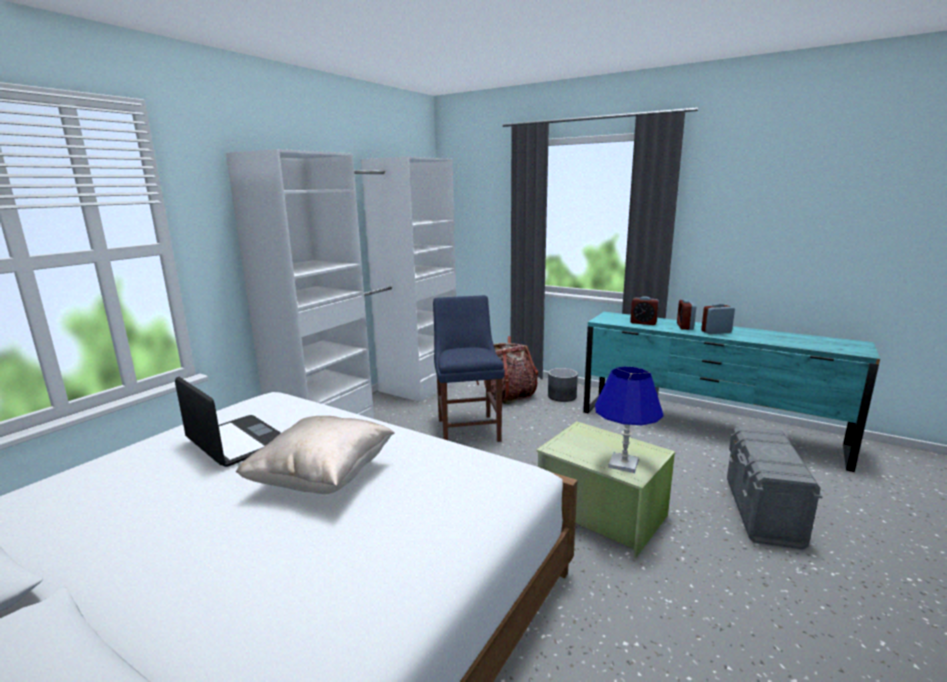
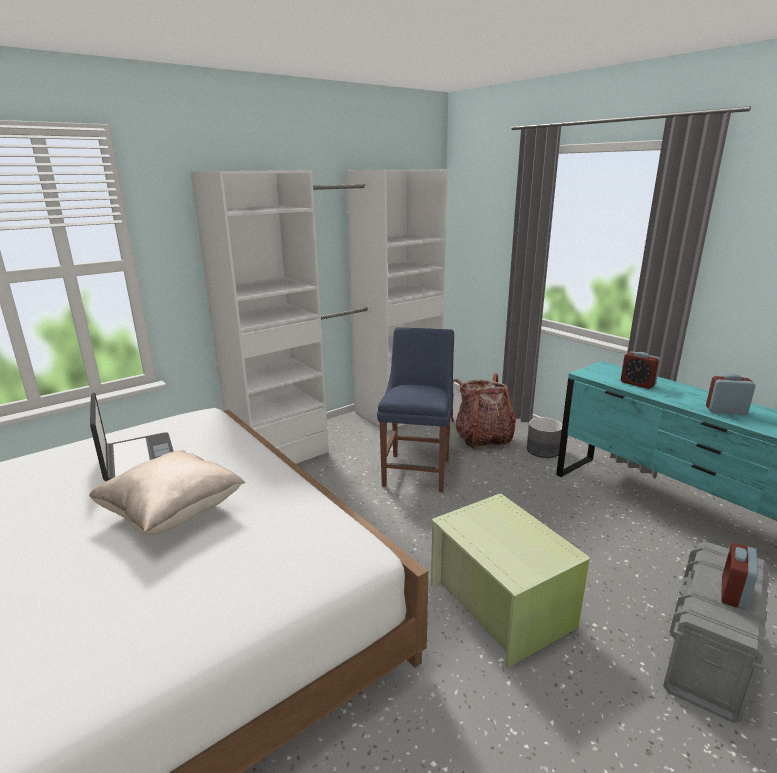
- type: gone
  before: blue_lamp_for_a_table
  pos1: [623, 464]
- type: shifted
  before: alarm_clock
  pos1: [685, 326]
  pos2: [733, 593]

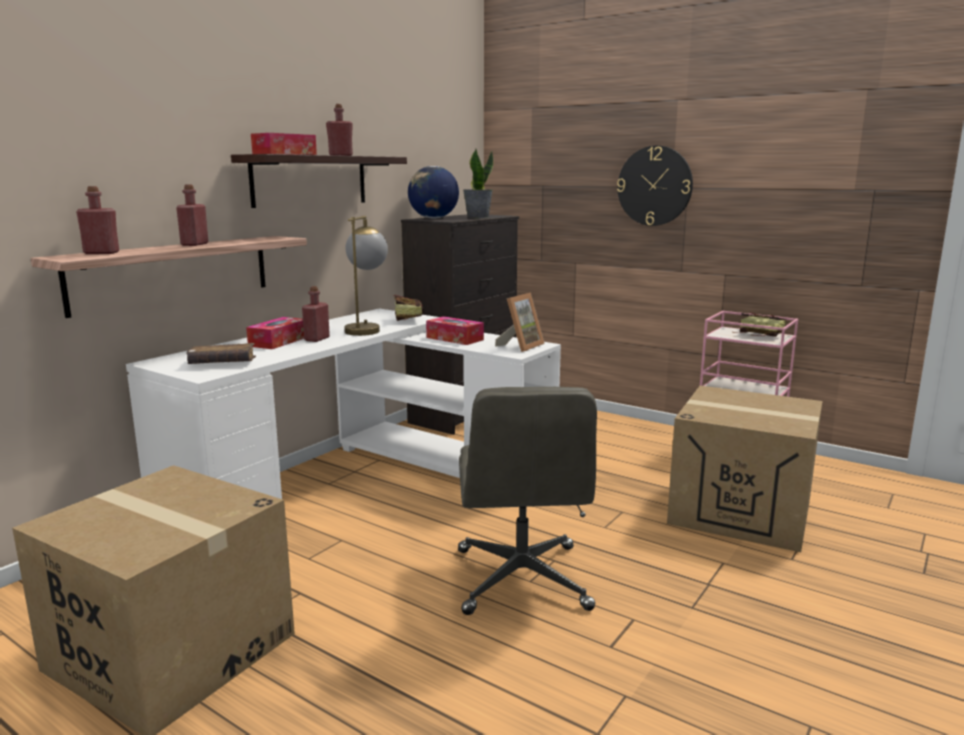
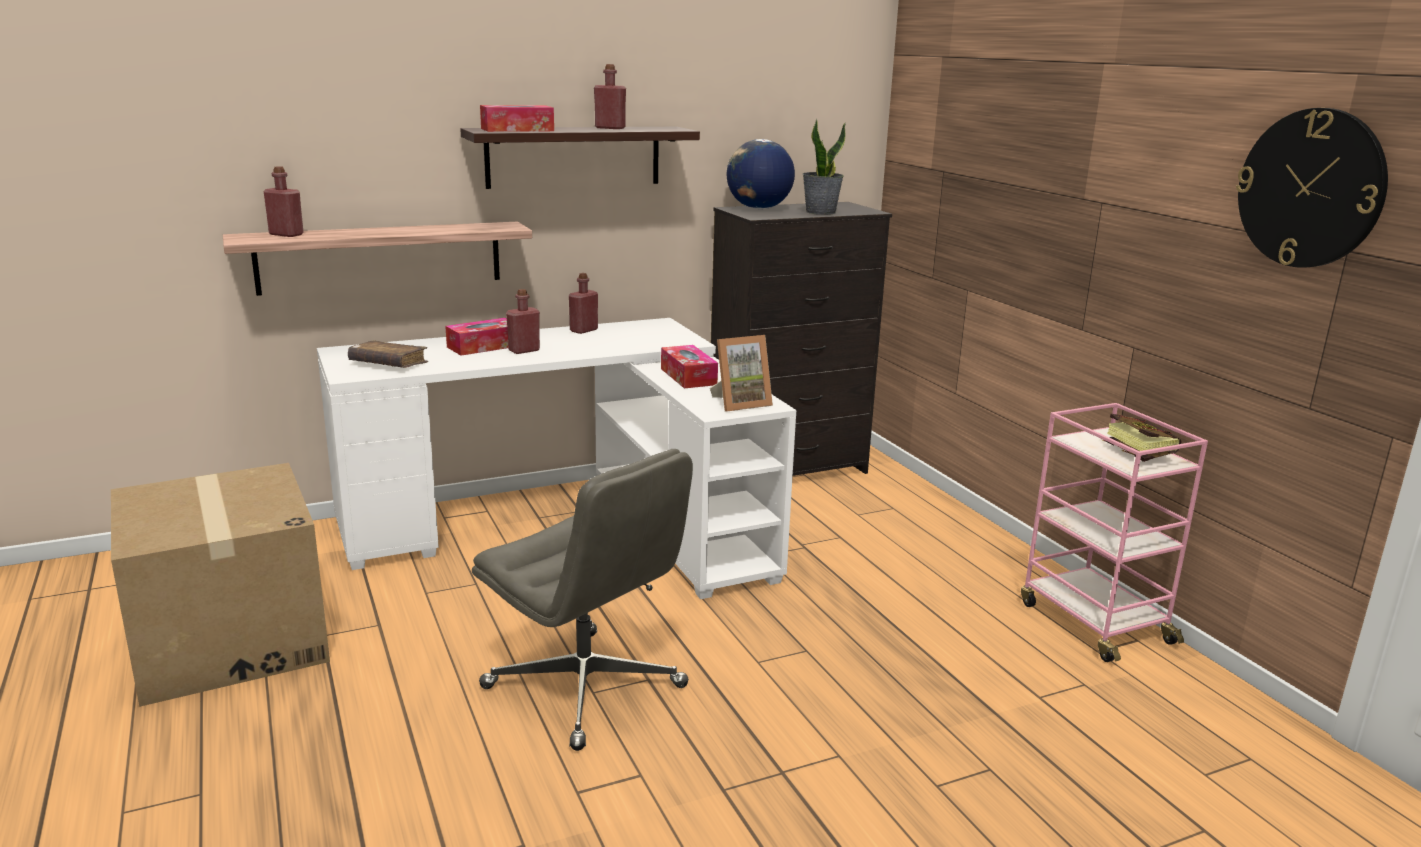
- type: shifted
  before: red-coloured_drink_bottle
  pos1: [194, 244]
  pos2: [583, 330]
- type: gone
  before: lamp_for_a_table
  pos1: [366, 329]
- type: gone
  before: volume
  pos1: [408, 319]
- type: rotated
  before: gray_computer_chair
  pos1: [522, 580]
  pos2: [586, 688]
  turn: -75
- type: shifted
  before: wall_clock
  pos1: [654, 186]
  pos2: [1310, 188]
- type: gone
  before: cardboard_box
  pos1: [741, 511]

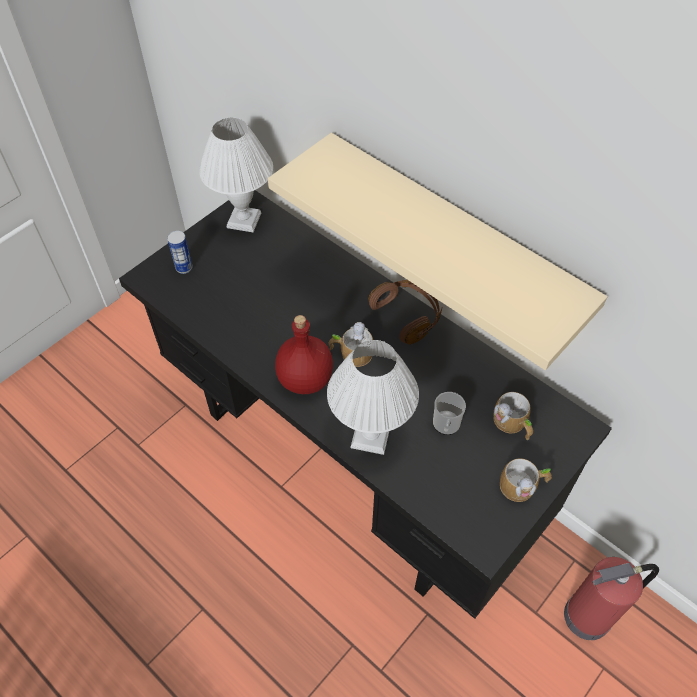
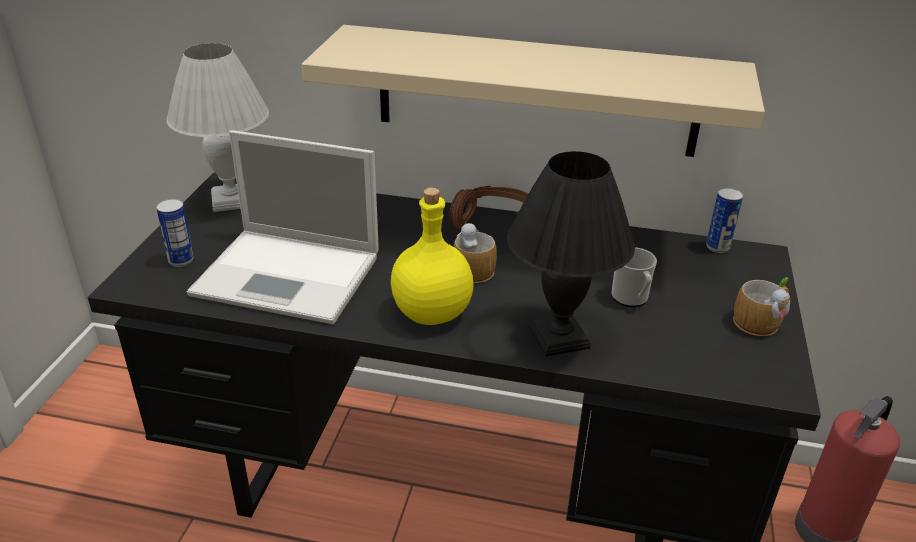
- type: repainted
  before: red-coloured_drink_bottle
  after: yellow_drink_bottle
  pos1: [304, 379]
  pos2: [430, 313]
- type: repainted
  before: white-coloured_lamp_for_a_table
  after: black-coloured_lamp_for_a_table
  pos1: [371, 437]
  pos2: [560, 338]
- type: gone
  before: tea_mug
  pos1: [512, 425]
- type: new
  after: notebook_computer
  pos2: [291, 275]
- type: new
  after: can
  pos2: [717, 247]

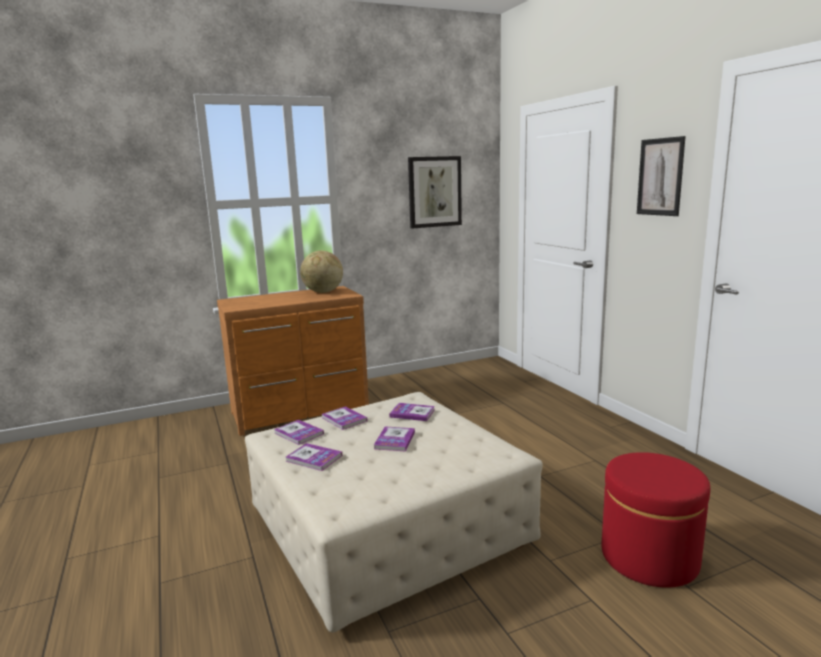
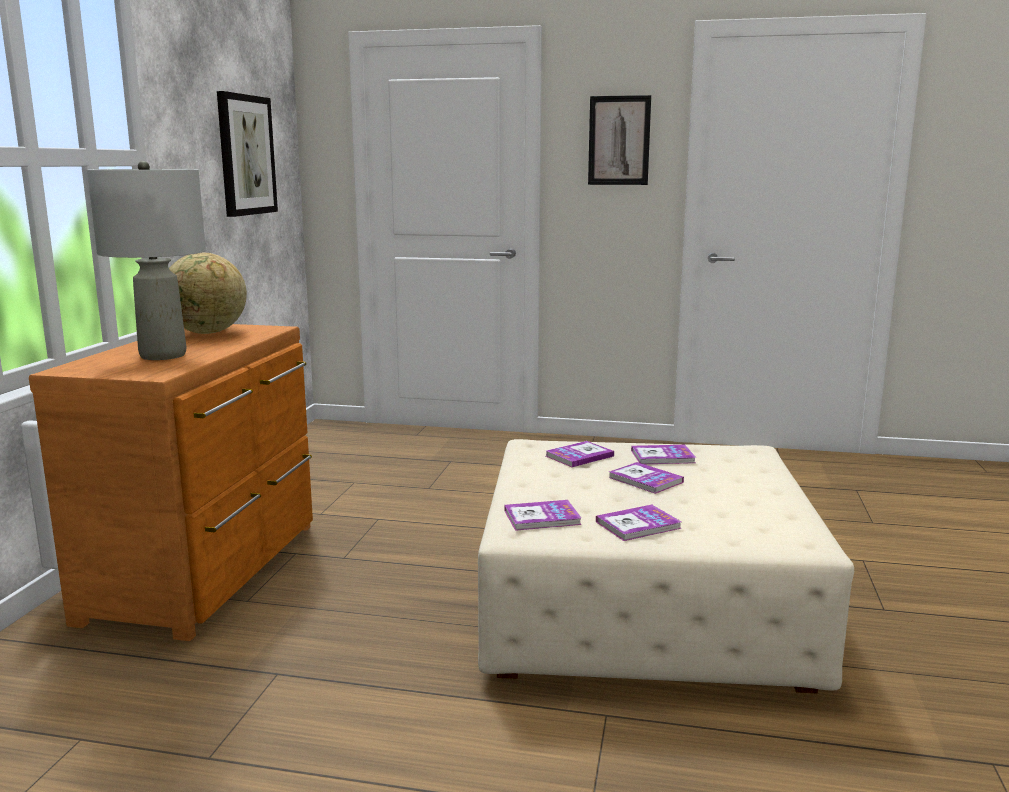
- type: shifted
  before: volume
  pos1: [344, 419]
  pos2: [662, 457]
- type: gone
  before: red-coloured_footrest
  pos1: [649, 557]
- type: new
  after: gray_lamp_for_a_table
  pos2: [162, 355]

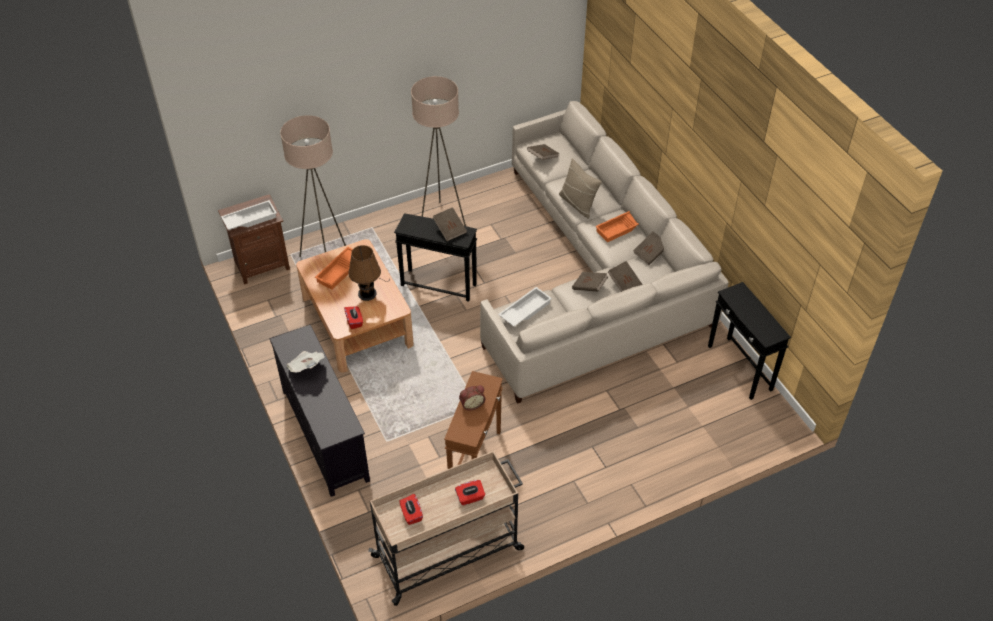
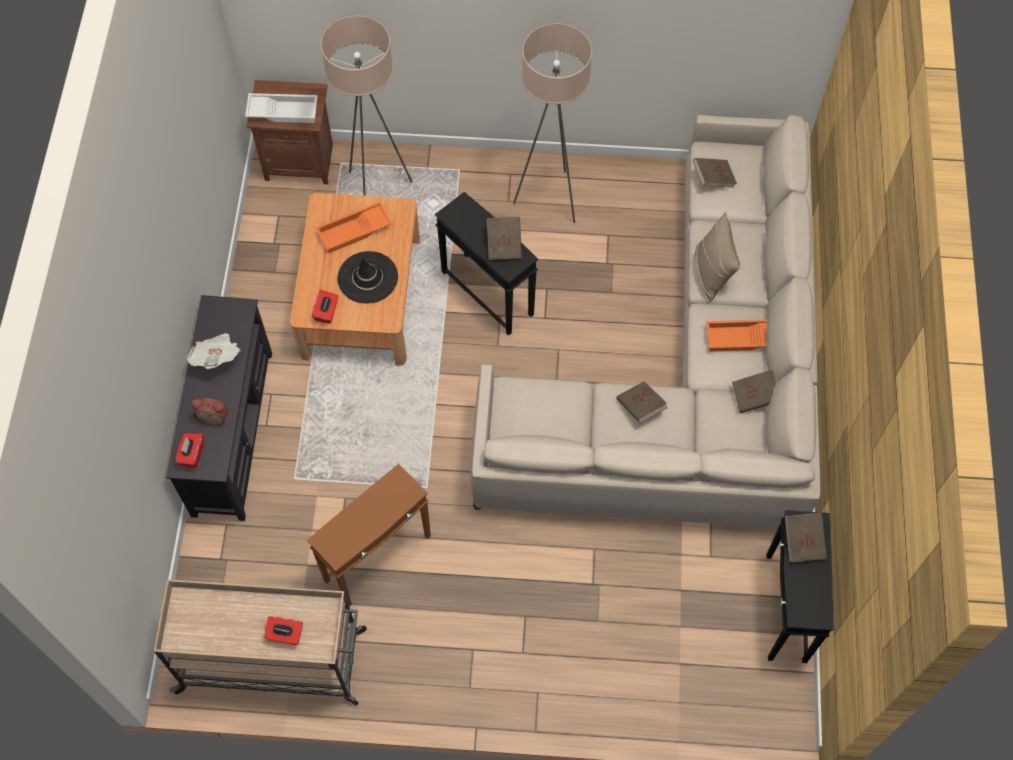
- type: swapped
  before: brown_lamp_for_a_table
  after: black-coloured_clothing_hat
  pos1: [368, 292]
  pos2: [368, 278]
- type: shifted
  before: red-coloured_box_of_tissues
  pos1: [411, 514]
  pos2: [191, 454]
- type: shifted
  before: alarm_clock
  pos1: [471, 404]
  pos2: [214, 416]
- type: gone
  before: white-coloured_serving_tray
  pos1: [524, 310]
- type: shifted
  before: brown_volume
  pos1: [624, 283]
  pos2: [803, 541]

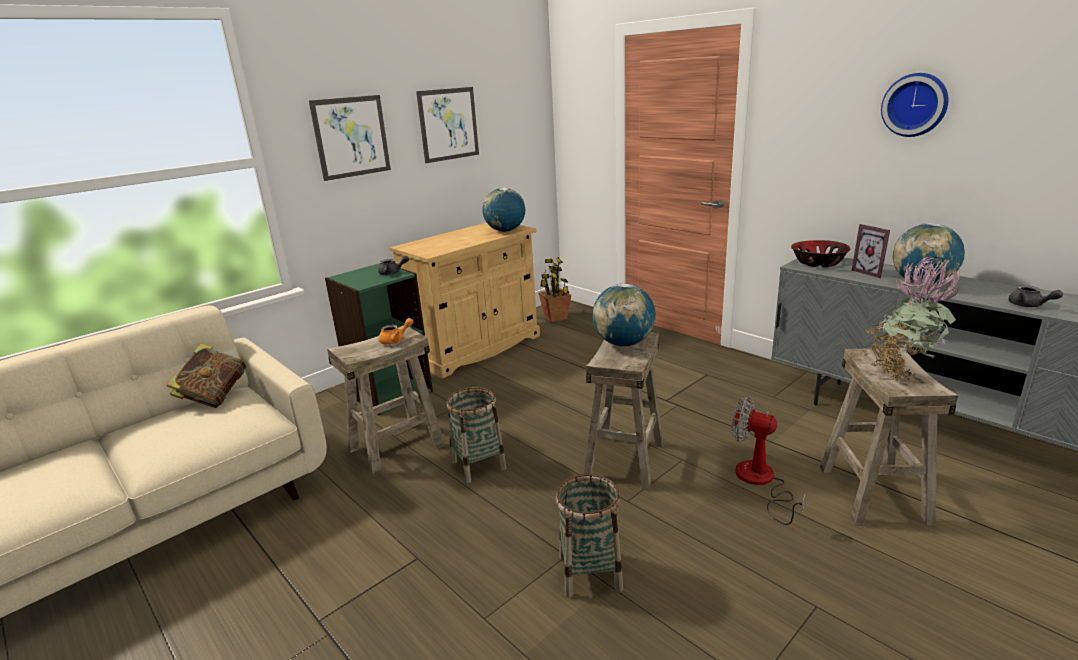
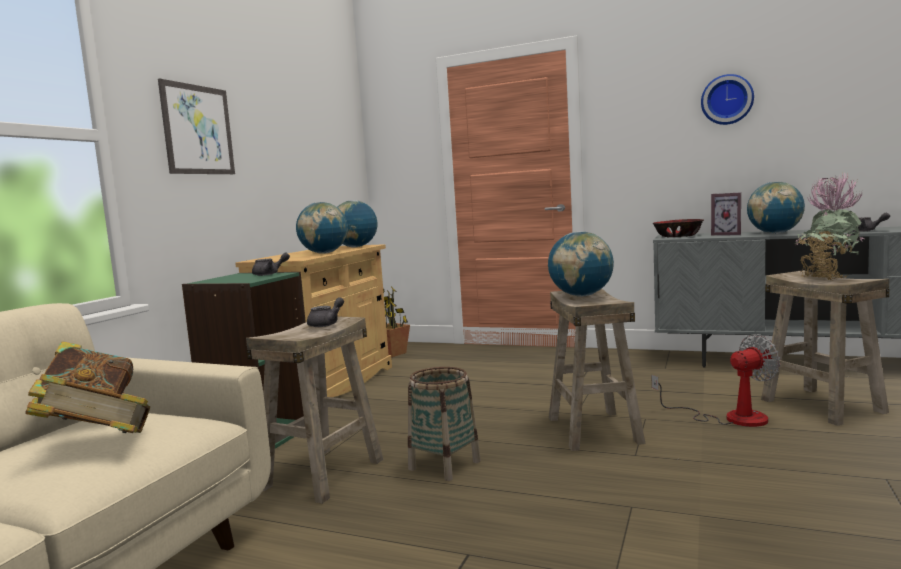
- type: repainted
  before: orange-coloured_teapot
  after: gray_teapot
  pos1: [396, 340]
  pos2: [327, 324]
- type: gone
  before: wall_picture
  pos1: [448, 124]
- type: gone
  before: basket
  pos1: [590, 573]
- type: rotated
  before: electric_fan
  pos1: [760, 482]
  pos2: [730, 418]
  turn: 150
- type: new
  after: volume
  pos2: [99, 447]
- type: new
  after: world_globe
  pos2: [324, 253]

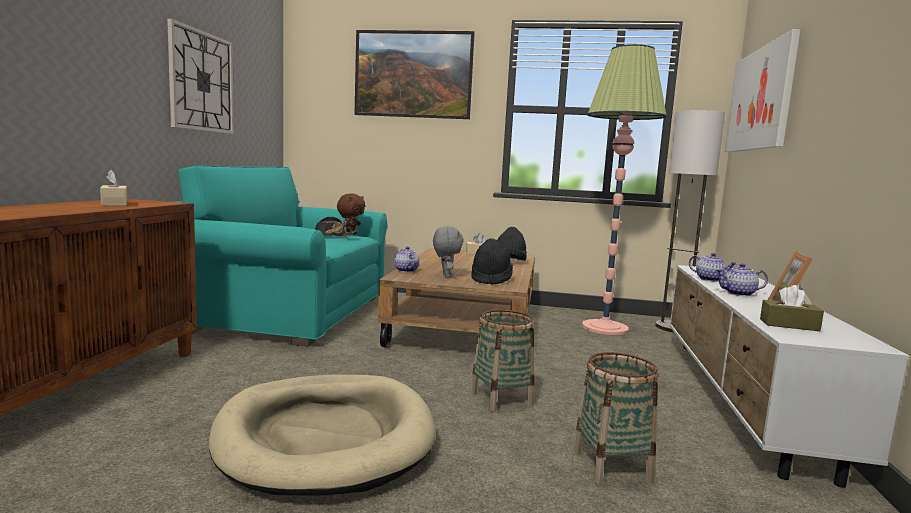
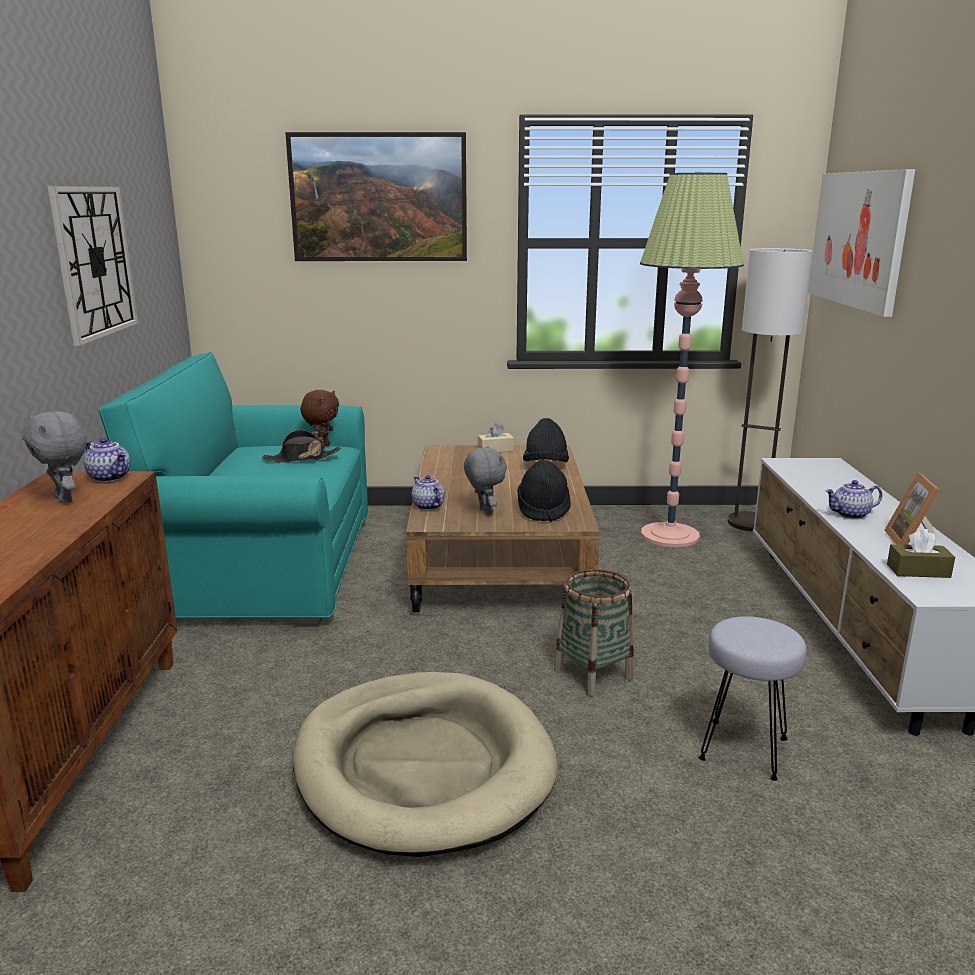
- type: swapped
  before: beige-coloured_box_of_tissues
  after: gray_plush_toy
  pos1: [114, 204]
  pos2: [66, 499]
- type: swapped
  before: basket
  after: gray_stool_seat
  pos1: [611, 466]
  pos2: [745, 750]
- type: shifted
  before: teapot
  pos1: [710, 279]
  pos2: [111, 477]

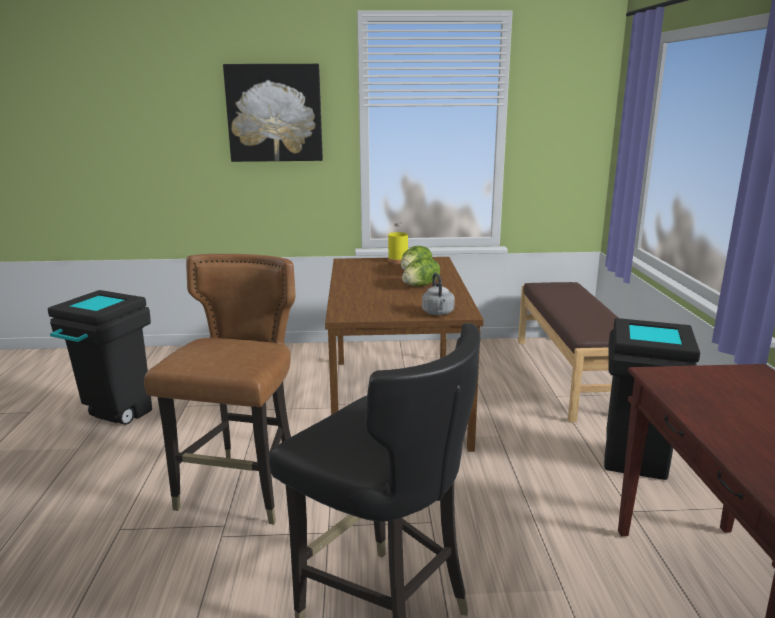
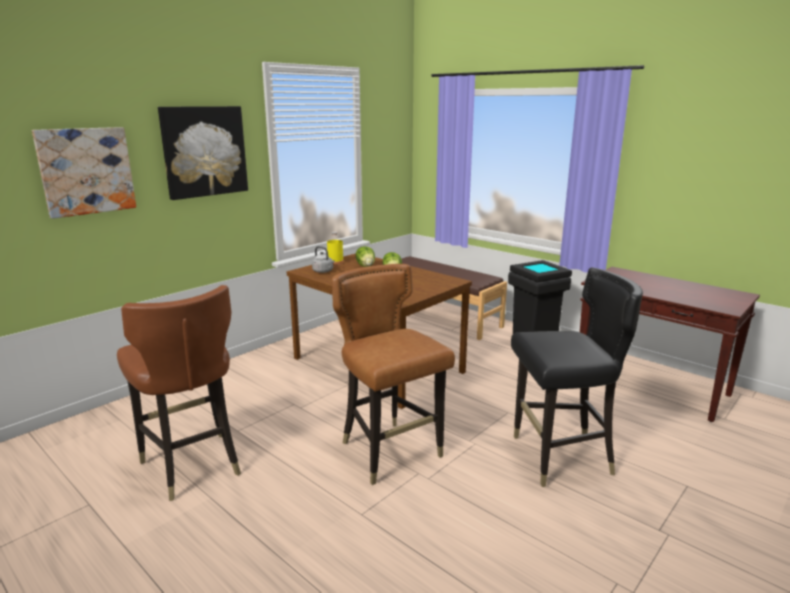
- type: swapped
  before: black-coloured_waste_bin
  after: brown_upright_chair
  pos1: [114, 417]
  pos2: [192, 465]
- type: shifted
  before: gray_tea_kettle
  pos1: [438, 313]
  pos2: [323, 271]
- type: new
  after: wall_picture
  pos2: [86, 171]

